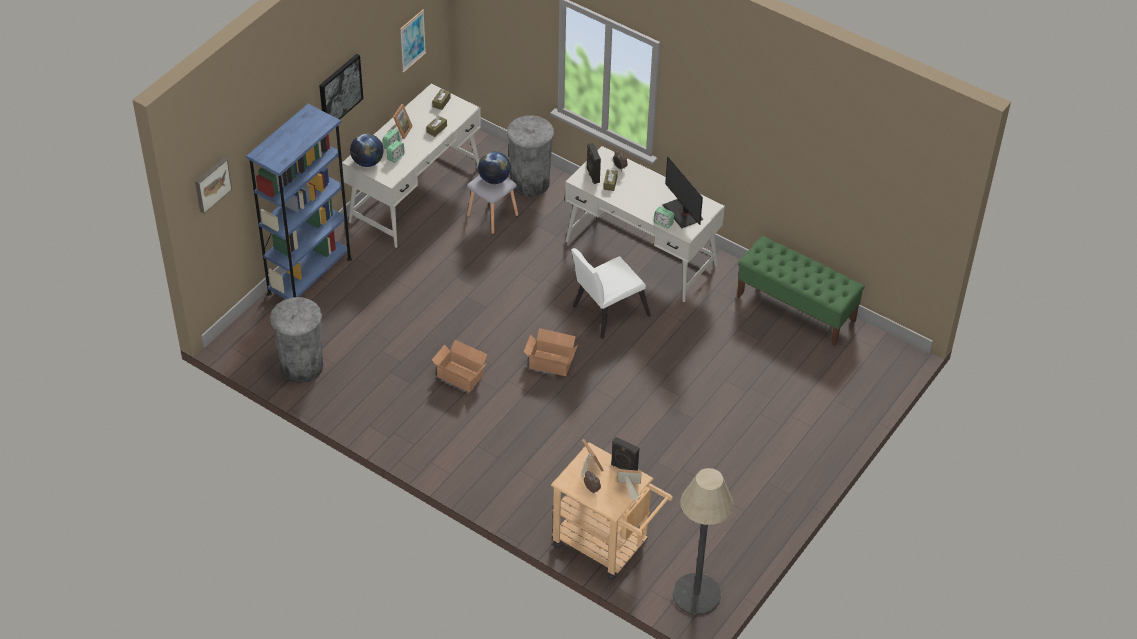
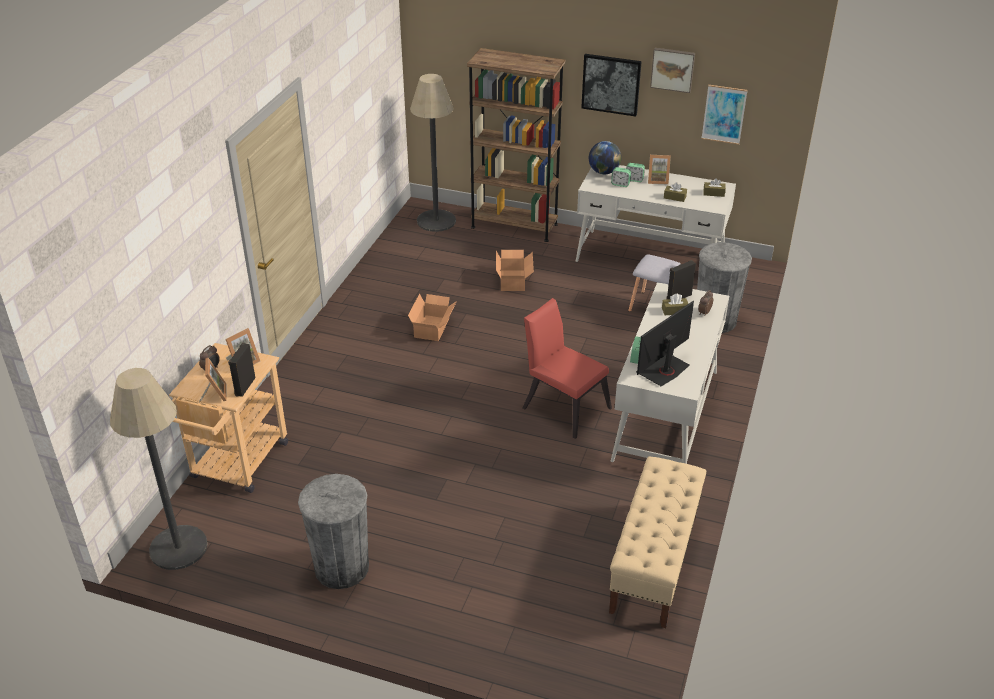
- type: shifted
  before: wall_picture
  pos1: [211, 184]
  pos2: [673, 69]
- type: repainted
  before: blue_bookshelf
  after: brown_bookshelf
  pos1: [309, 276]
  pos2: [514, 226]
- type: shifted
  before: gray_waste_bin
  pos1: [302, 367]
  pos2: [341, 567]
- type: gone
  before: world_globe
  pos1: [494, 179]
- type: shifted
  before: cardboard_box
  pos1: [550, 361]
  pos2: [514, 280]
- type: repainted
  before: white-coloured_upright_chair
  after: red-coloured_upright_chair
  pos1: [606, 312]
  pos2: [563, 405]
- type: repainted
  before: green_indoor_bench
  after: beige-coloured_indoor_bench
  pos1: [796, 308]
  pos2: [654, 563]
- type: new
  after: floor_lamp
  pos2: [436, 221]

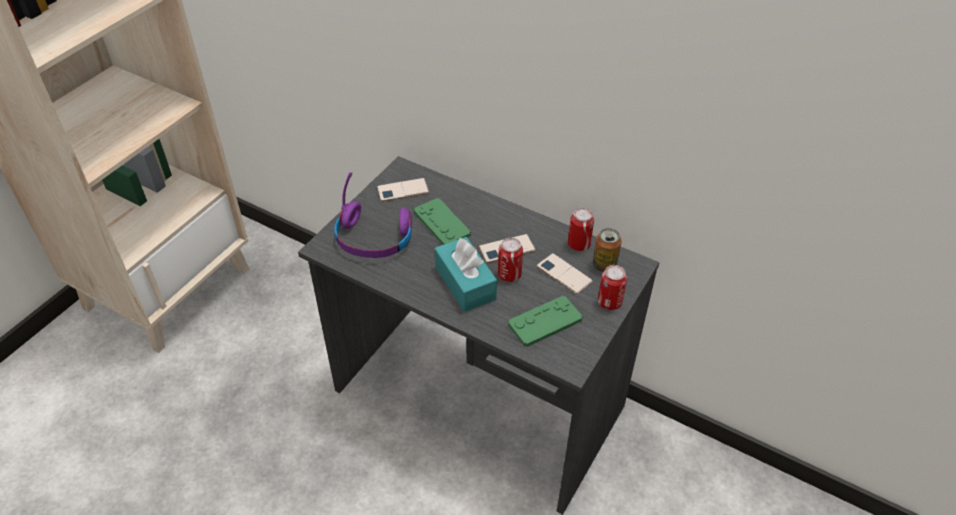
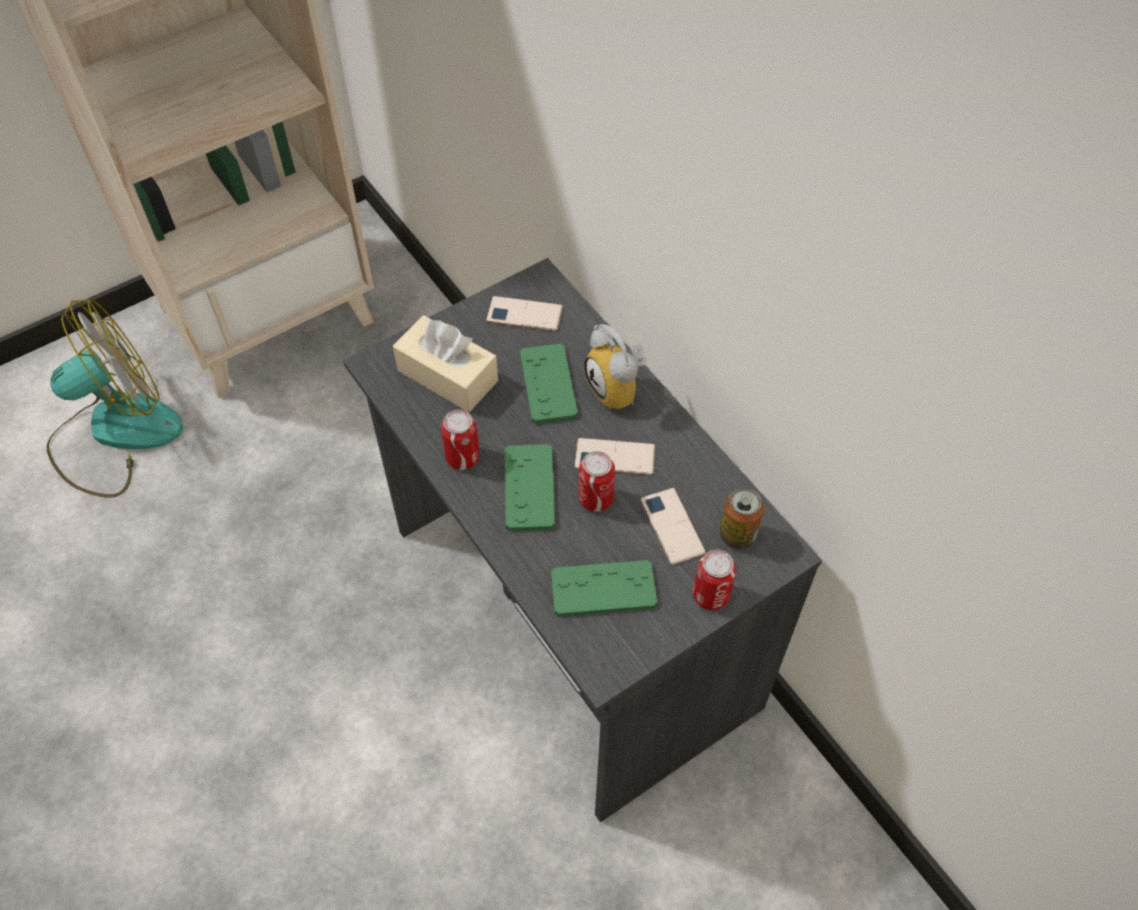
- type: swapped
  before: purplish_headphones
  after: beige-coloured_box_of_tissues
  pos1: [374, 238]
  pos2: [447, 375]
- type: swapped
  before: turquoise_box_of_tissues
  after: green_game_controller
  pos1: [465, 283]
  pos2: [529, 488]
- type: shifted
  before: can
  pos1: [579, 244]
  pos2: [462, 457]
- type: new
  after: electric_fan
  pos2: [115, 433]
- type: new
  after: alarm_clock
  pos2: [619, 390]

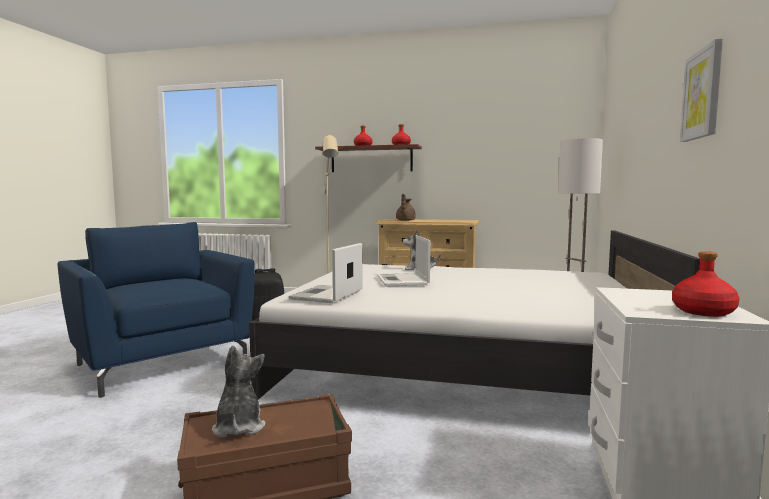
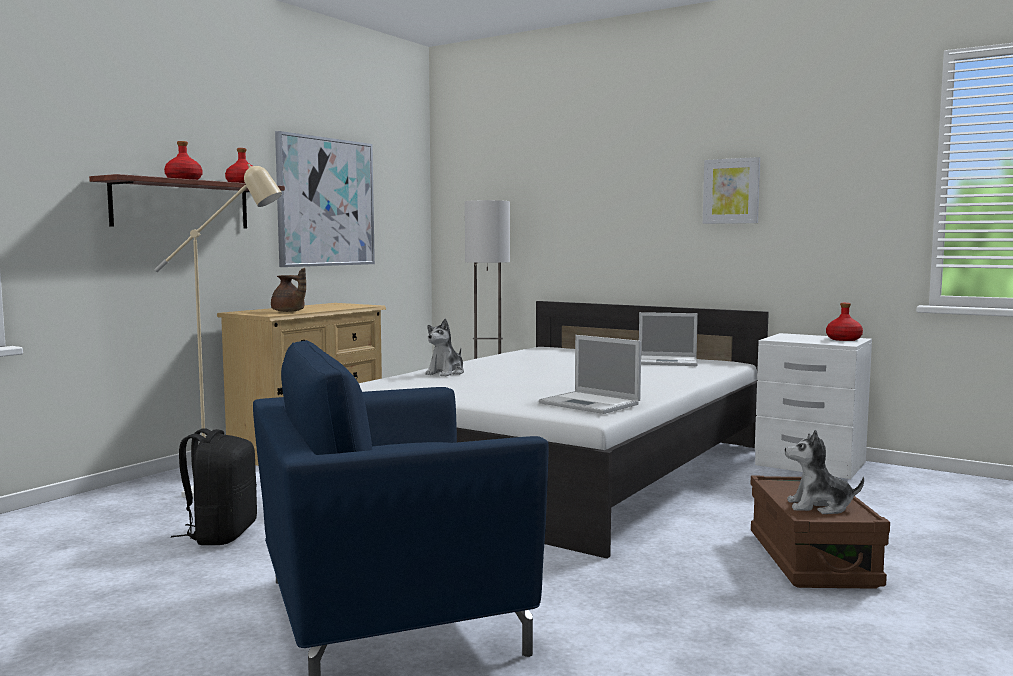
- type: shifted
  before: notebook_computer
  pos1: [403, 281]
  pos2: [668, 362]
- type: new
  after: wall_picture
  pos2: [326, 202]

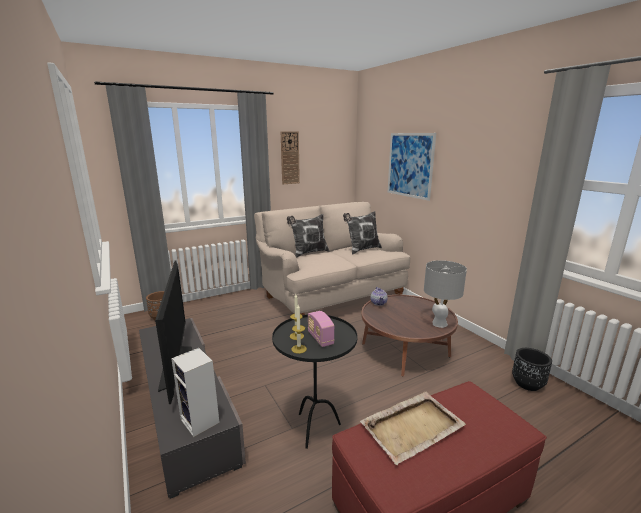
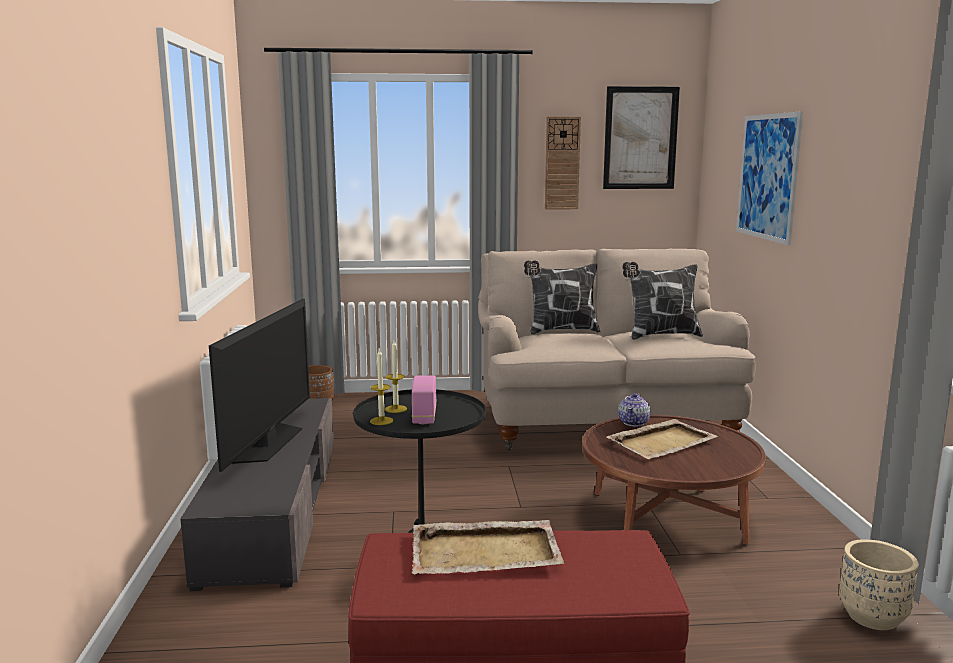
- type: gone
  before: audio_speaker
  pos1: [201, 421]
- type: gone
  before: gray_lamp_for_a_table
  pos1: [439, 323]
- type: repainted
  before: black-coloured_flower_pot
  after: beige-coloured_flower_pot
  pos1: [527, 384]
  pos2: [872, 617]
- type: new
  after: wall_picture
  pos2: [640, 138]
- type: new
  after: beige-coloured_serving_tray
  pos2: [662, 442]

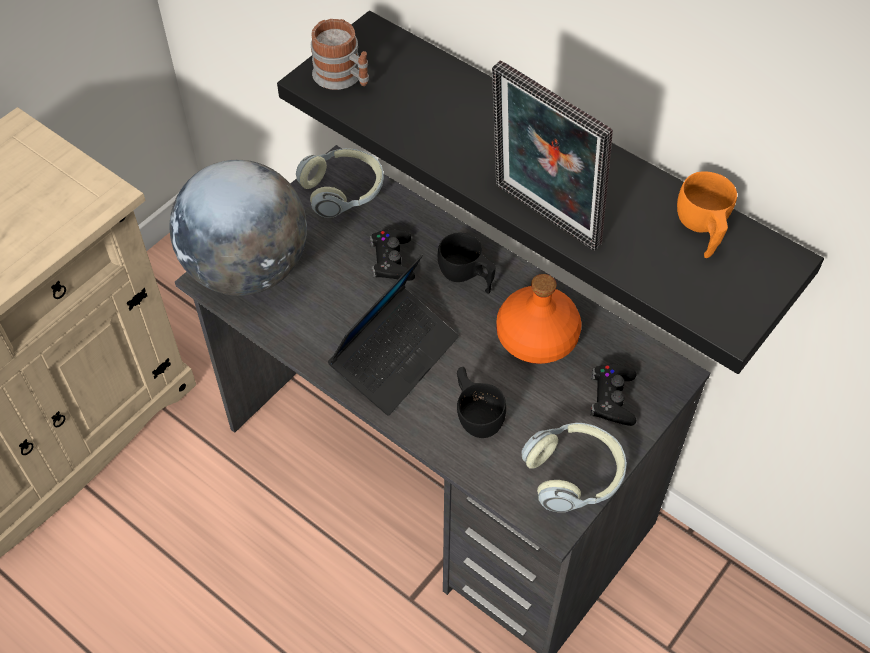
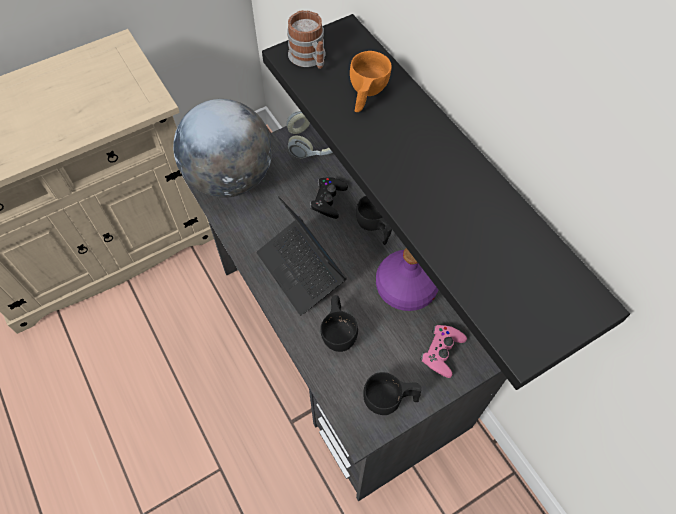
- type: rotated
  before: notebook_computer
  pos1: [395, 357]
  pos2: [301, 270]
  turn: 90
- type: gone
  before: standing_frame
  pos1: [542, 219]
- type: repainted
  before: orange-coloured_drink_bottle
  after: purplish_drink_bottle
  pos1: [536, 337]
  pos2: [405, 287]
- type: swapped
  before: headphones
  after: black-coloured_small_cup
  pos1: [574, 474]
  pos2: [390, 400]
- type: repainted
  before: black-coloured_game_controller
  after: pink-coloured_game_controller
  pos1: [612, 398]
  pos2: [442, 352]
- type: shifted
  before: orange-coloured_small_cup
  pos1: [701, 230]
  pos2: [366, 95]

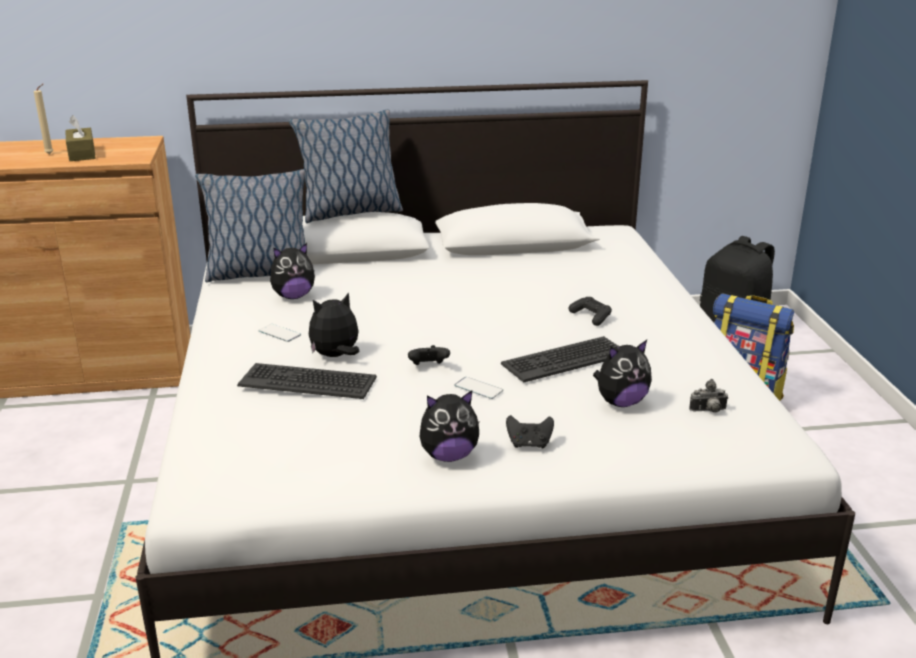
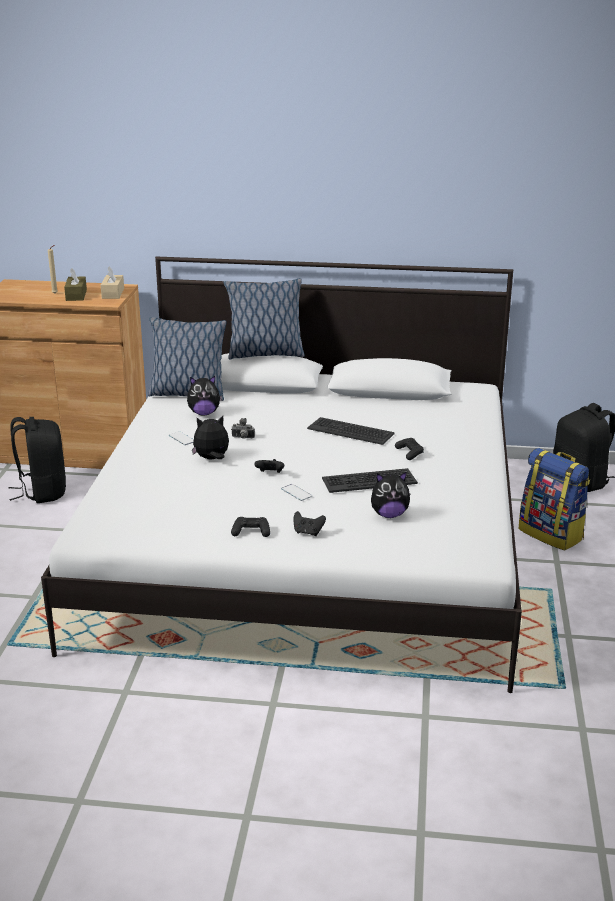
- type: shifted
  before: keyboard
  pos1: [308, 382]
  pos2: [351, 431]
- type: swapped
  before: plush_toy
  after: black-coloured_game_controller
  pos1: [448, 455]
  pos2: [251, 532]
- type: shifted
  before: photo_camera
  pos1: [708, 411]
  pos2: [242, 438]
- type: new
  after: black-coloured_backpack
  pos2: [42, 492]
- type: new
  after: beige-coloured_box_of_tissues
  pos2: [113, 293]

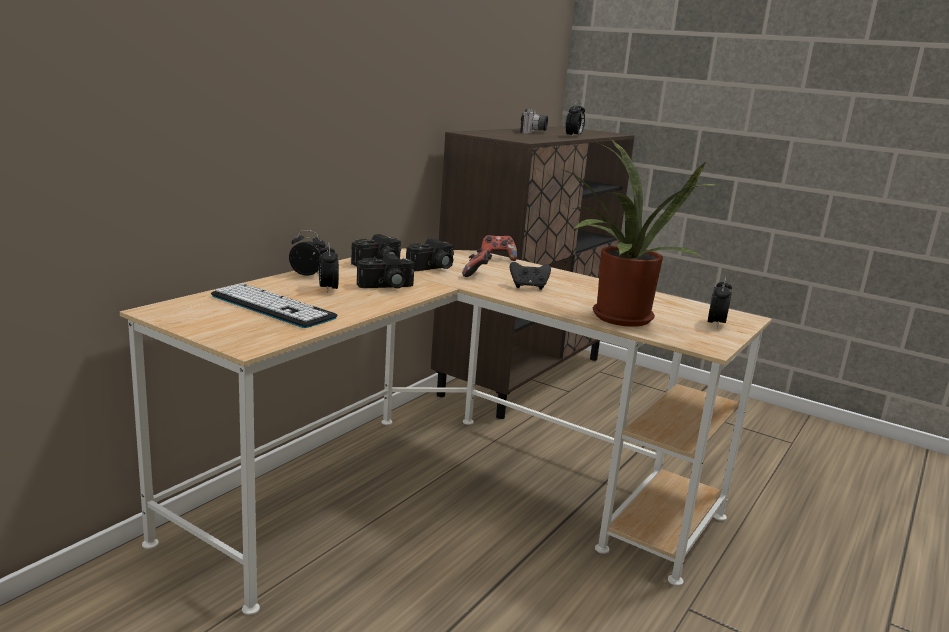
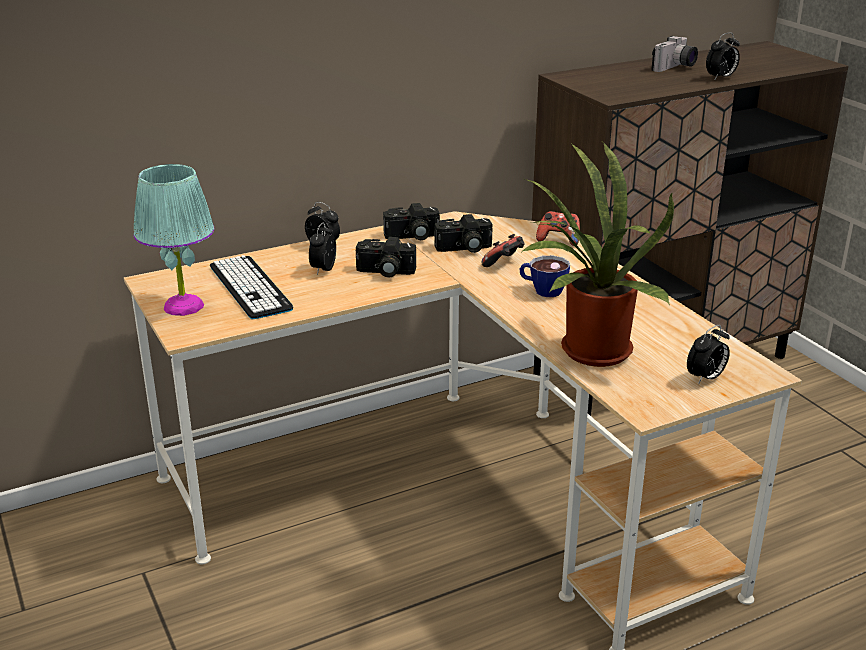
- type: swapped
  before: black-coloured_game_controller
  after: small_cup
  pos1: [528, 287]
  pos2: [542, 290]
- type: new
  after: turquoise_lamp_for_a_table
  pos2: [183, 306]

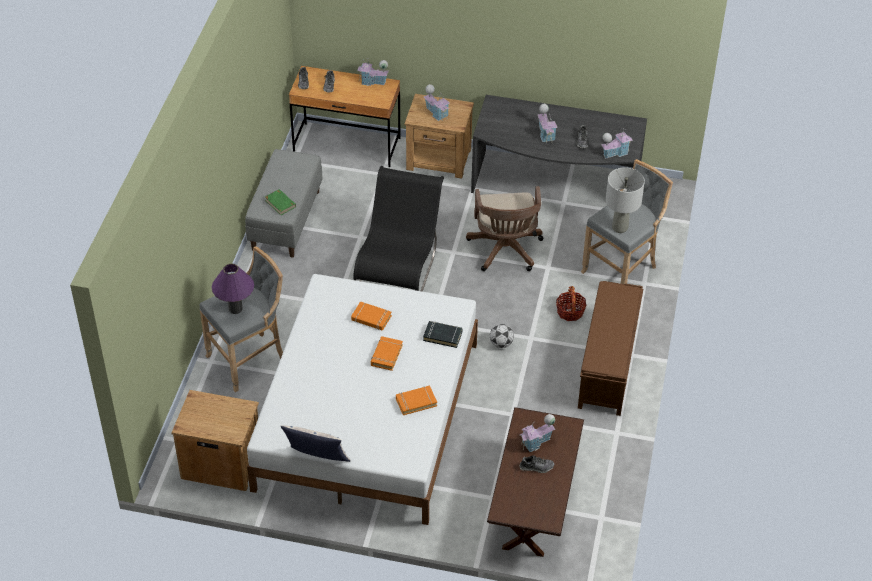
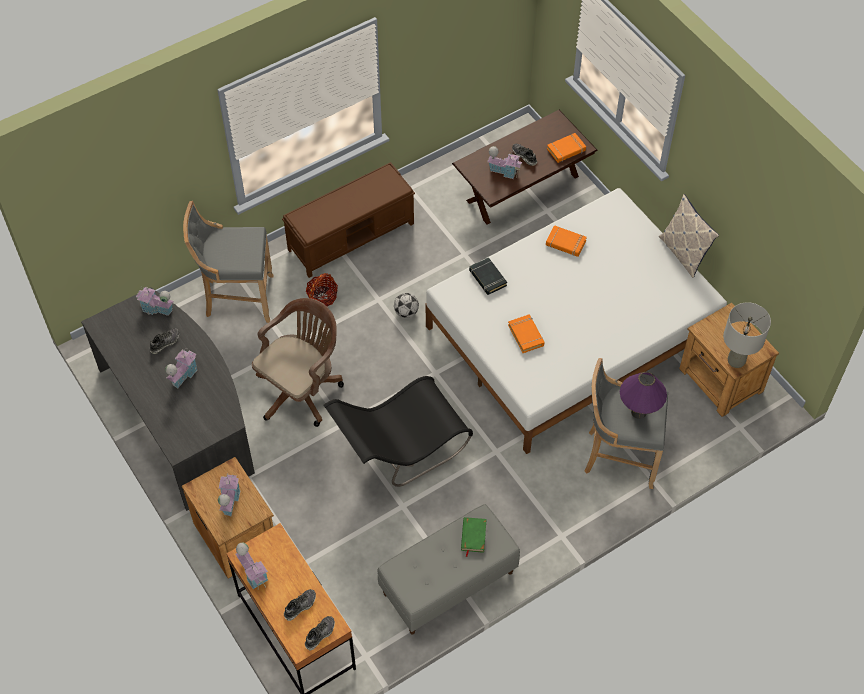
- type: shifted
  before: orange-coloured_volume
  pos1: [386, 355]
  pos2: [566, 150]
- type: shifted
  before: gray_lamp_for_a_table
  pos1: [620, 227]
  pos2: [736, 361]

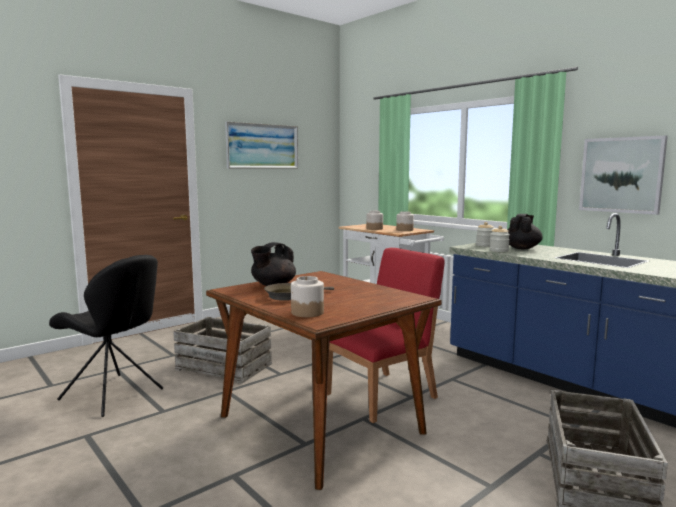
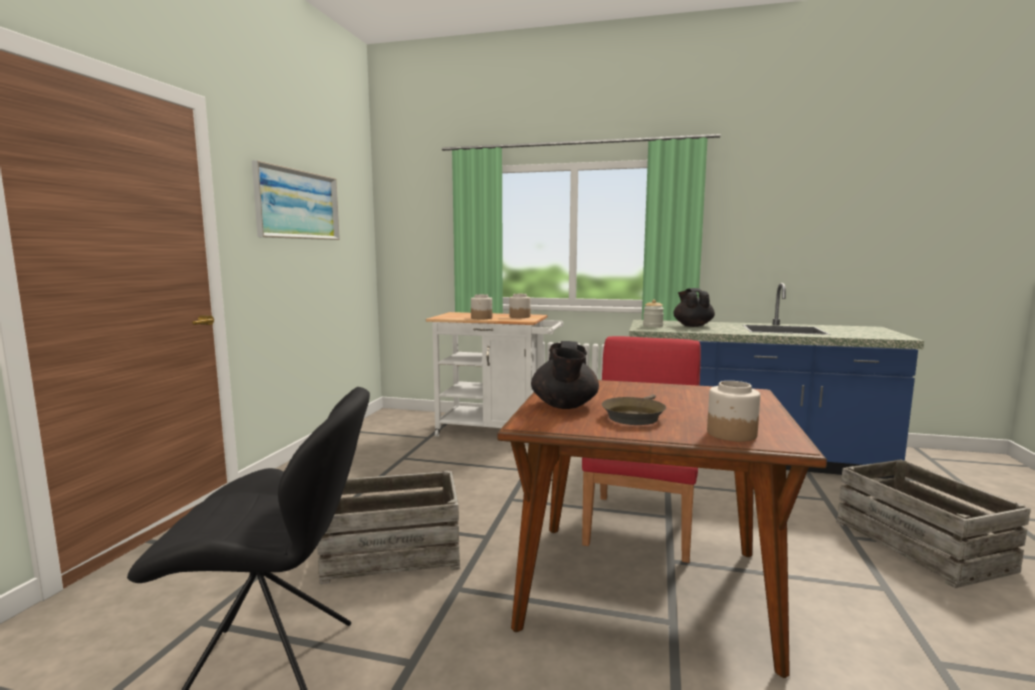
- type: gone
  before: storage_jar
  pos1: [499, 251]
- type: gone
  before: wall_picture
  pos1: [621, 175]

